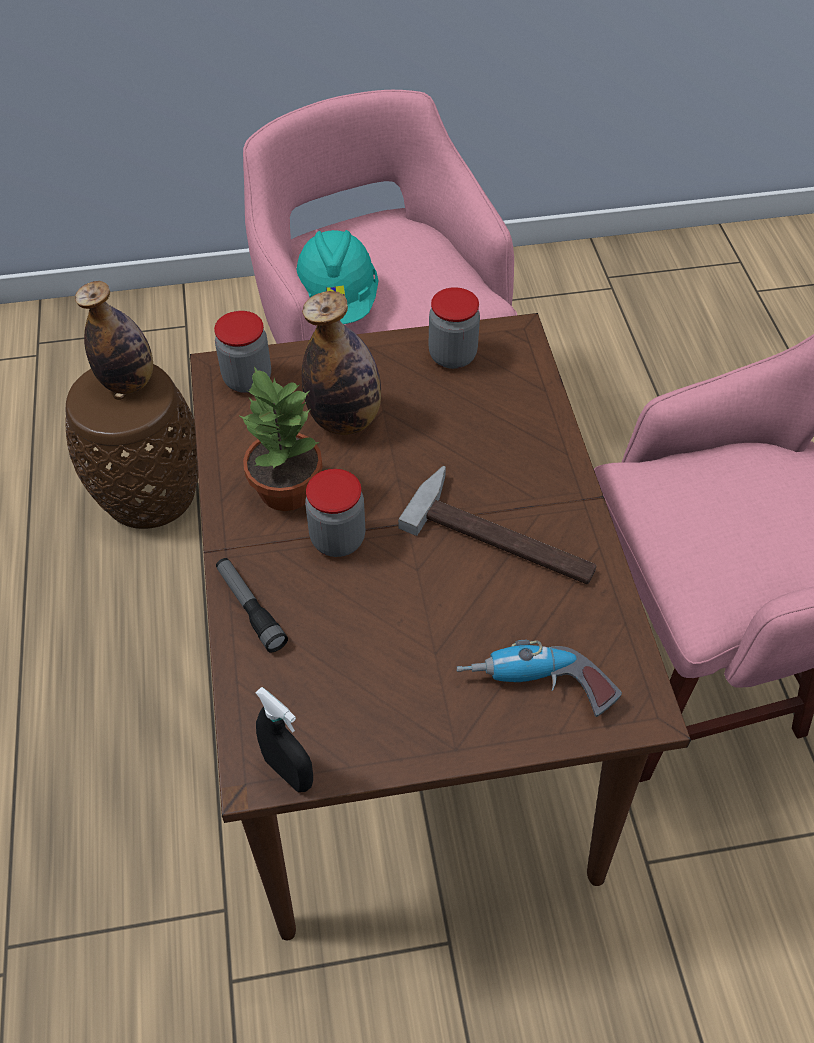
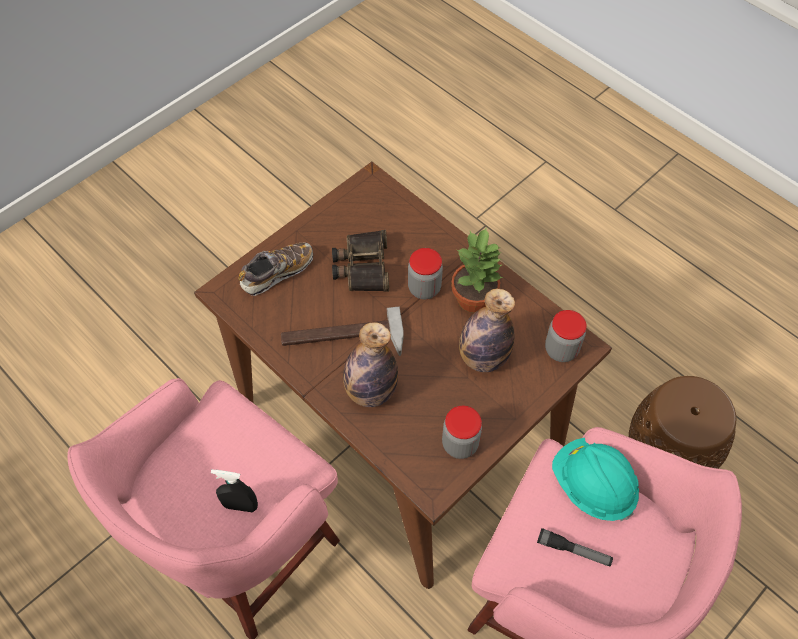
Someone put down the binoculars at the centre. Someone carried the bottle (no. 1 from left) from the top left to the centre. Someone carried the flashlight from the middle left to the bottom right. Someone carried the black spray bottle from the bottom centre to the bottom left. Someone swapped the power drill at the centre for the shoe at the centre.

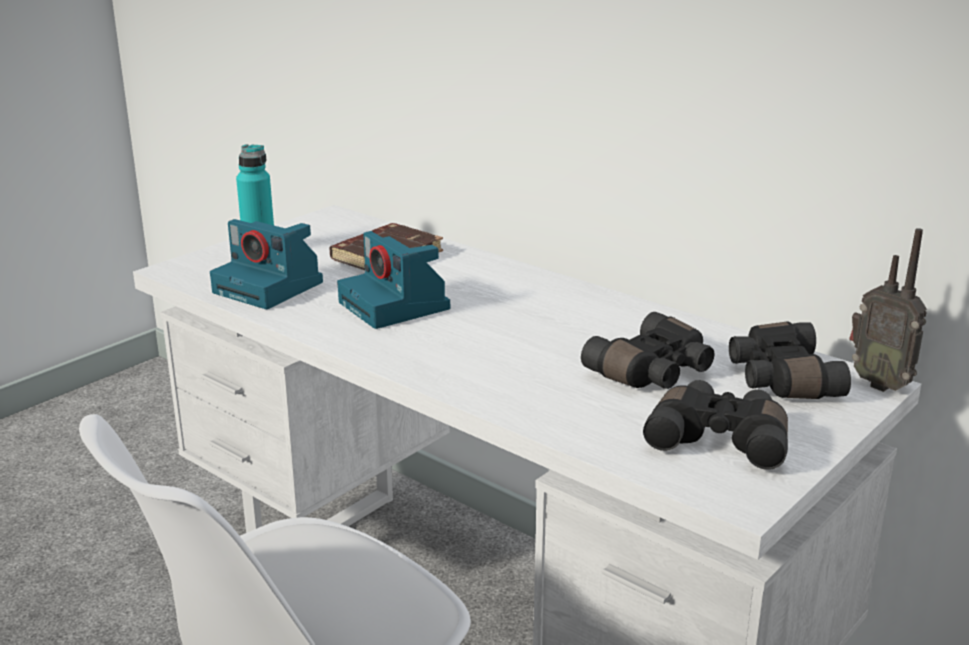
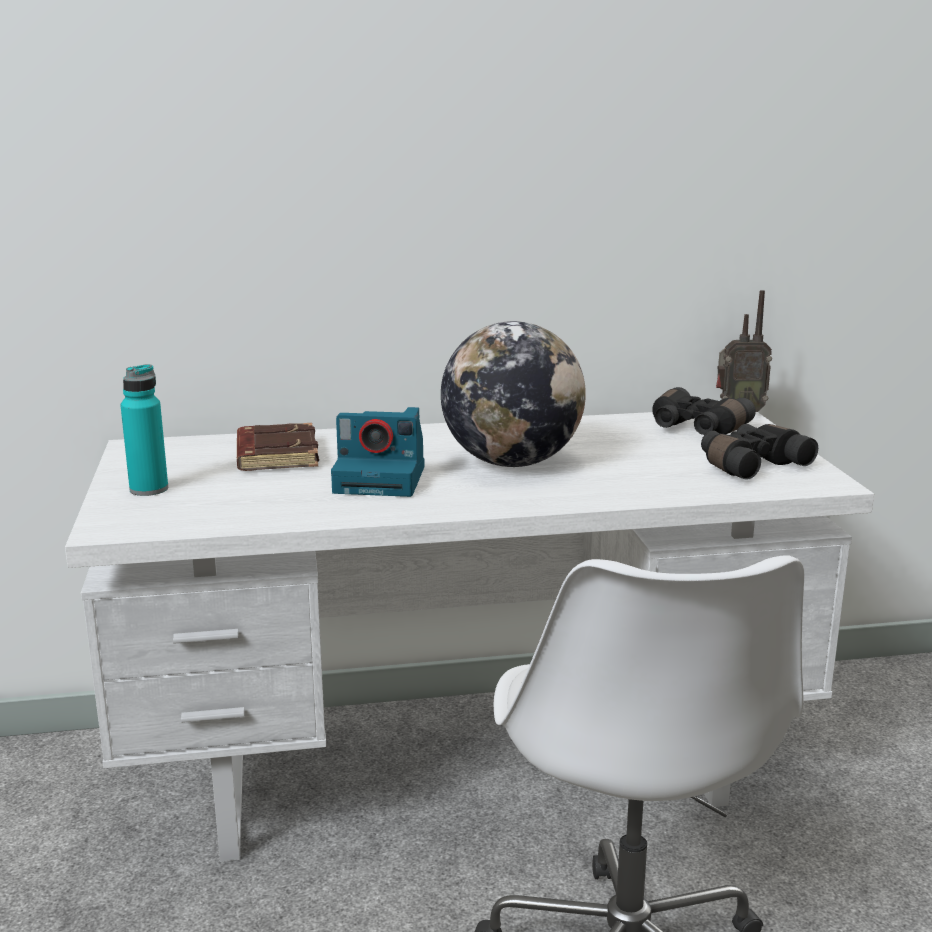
Someone took away the photo camera (no. 1 from left) at the middle left. Someone took away the black binoculars (no. 1 from left) at the middle right. Someone put down the globe at the centre.

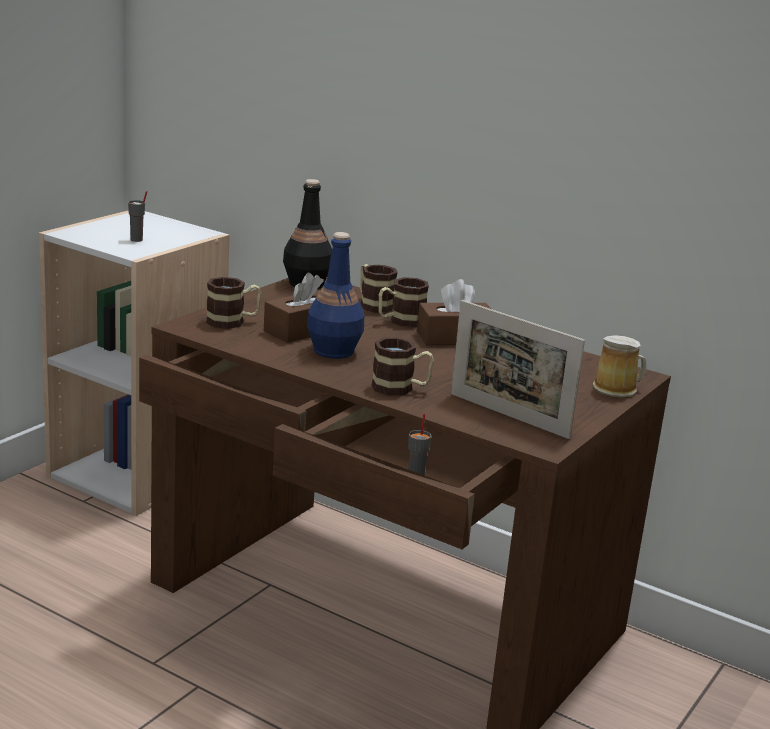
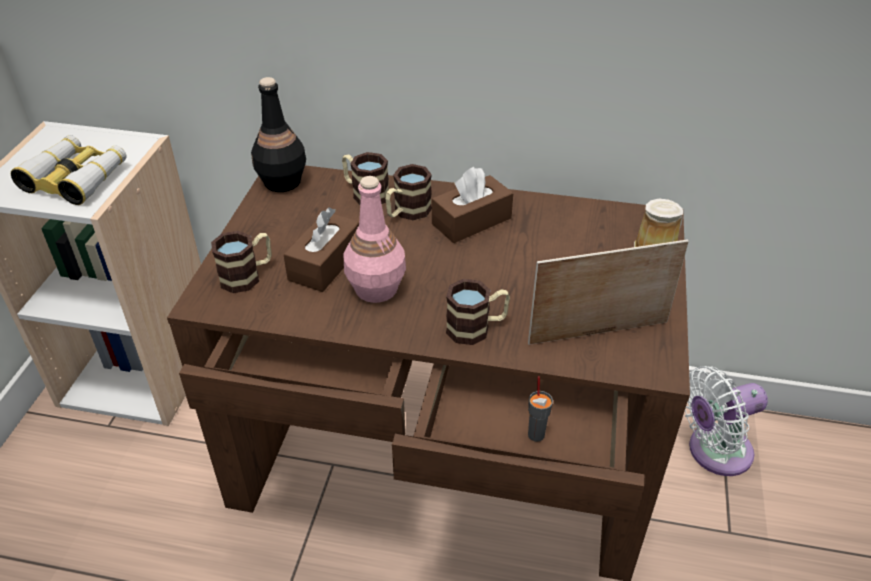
Someone put down the white fan at the bottom right. Someone swapped the grey cup (no. 1 from left) at the top left for the binoculars at the top left. Someone repainted the blue bottle at the centre, which became the pink bottle at the centre. Someone rotated the picture frame at the middle right by 150 degrees clockwise.

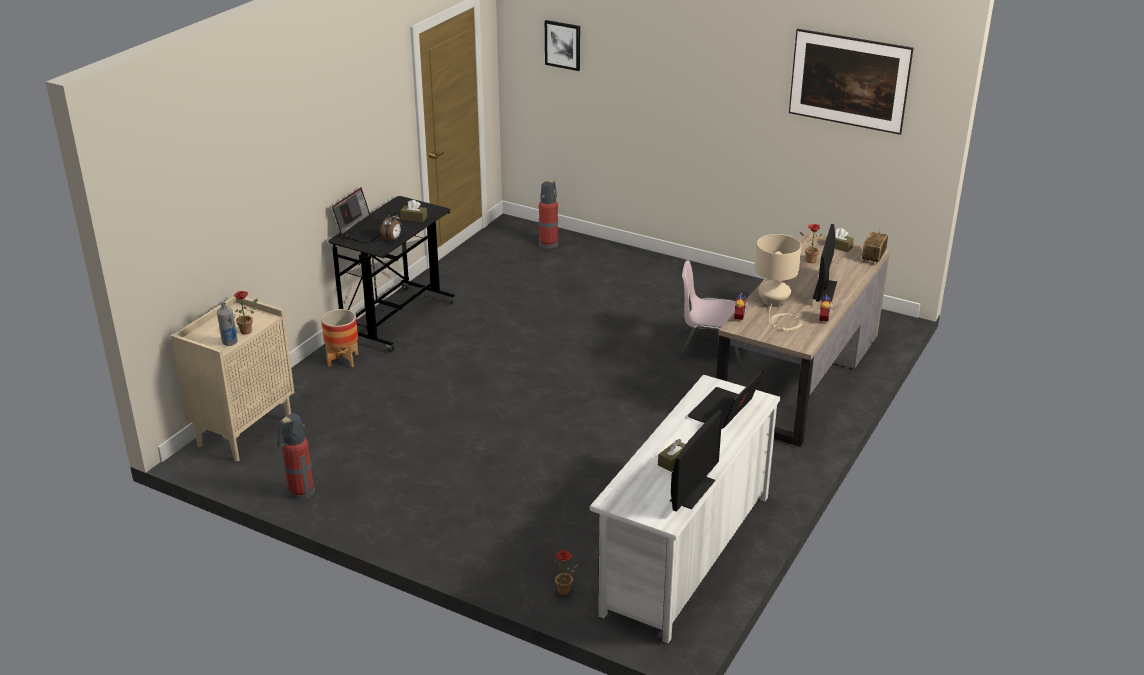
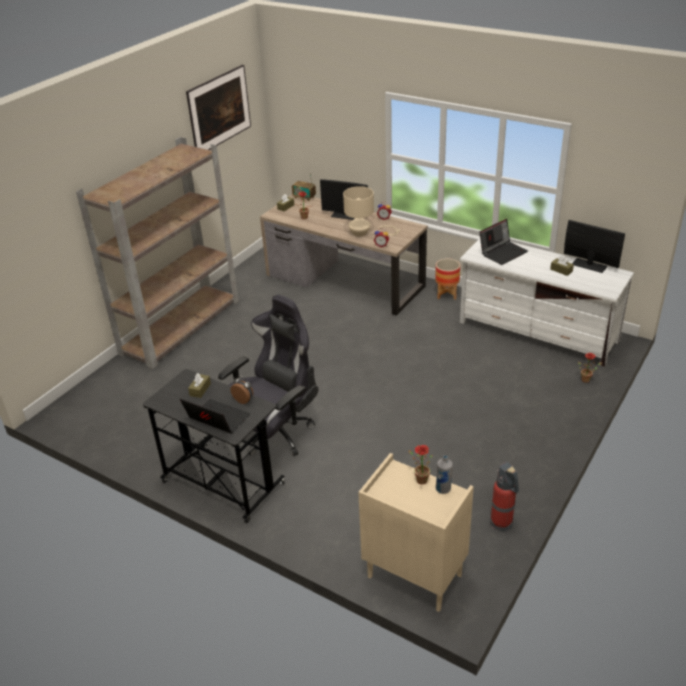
Someone took away the fire extinguisher (no. 2 from left) at the top centre. Someone took away the picture (no. 1 from left) at the top centre. Someone took away the pink chair at the centre. Someone put down the brown bookcase at the middle left. Someone put down the black office chair at the centre. Someone carried the planter from the middle left to the centre. Someone rotated the laptop (no. 2 from left) at the centre by 75 degrees counterclockwise.

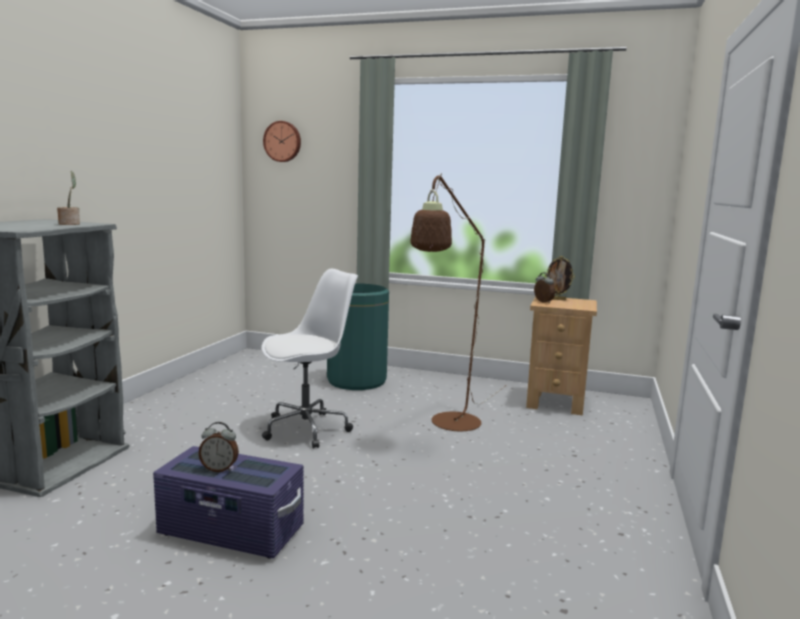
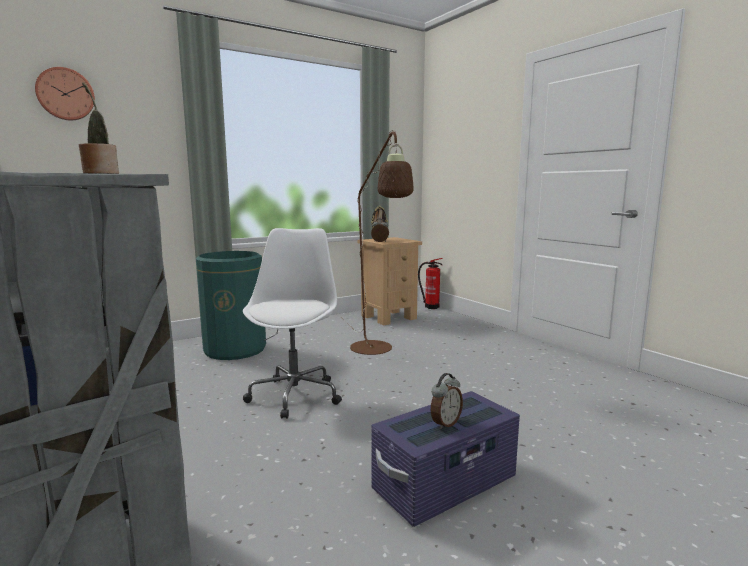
Someone put down the fire extinguisher at the centre.

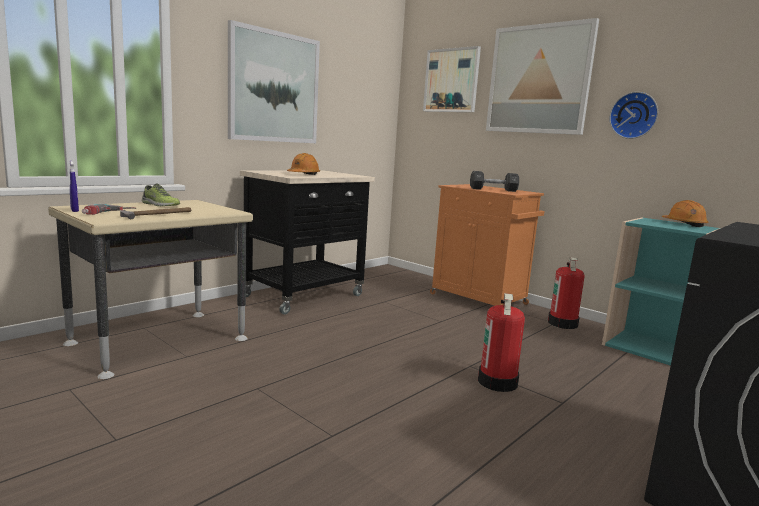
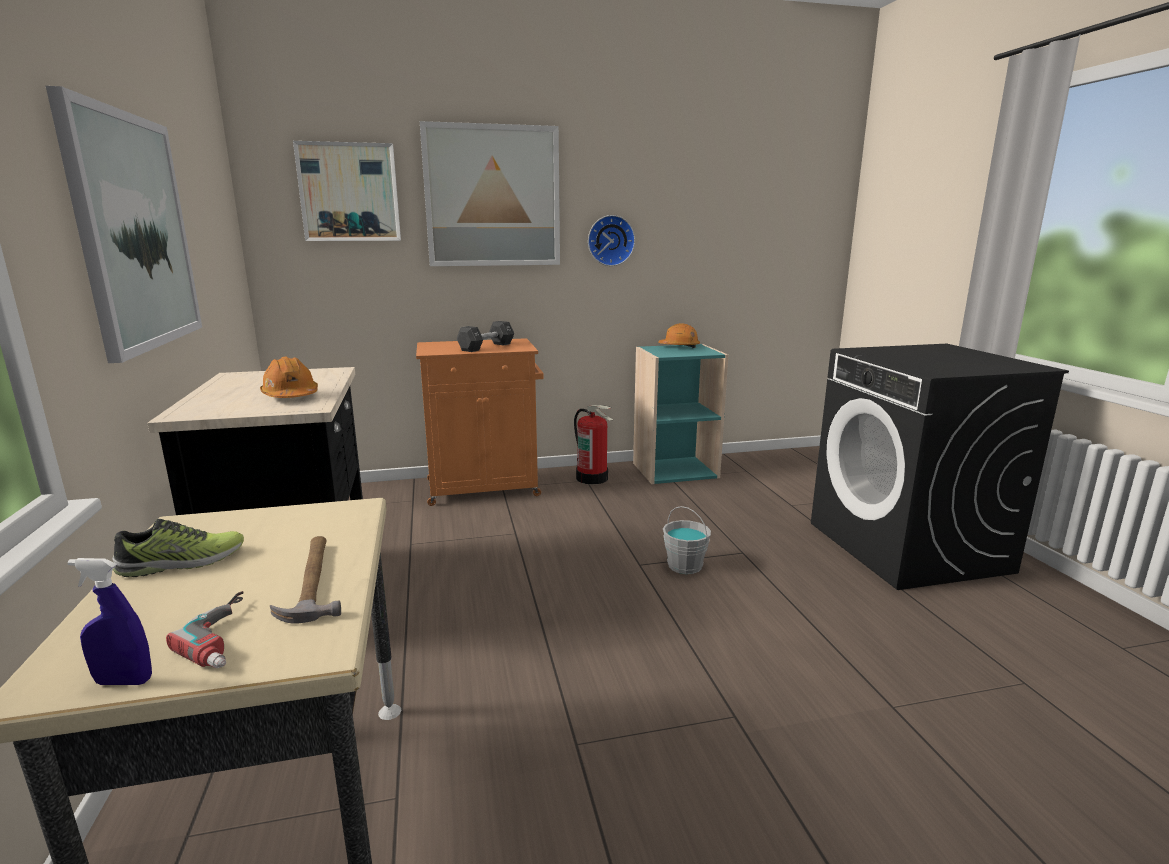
Someone swapped the fire extinguisher (no. 1 from left) at the bottom centre for the grey bucket at the centre.

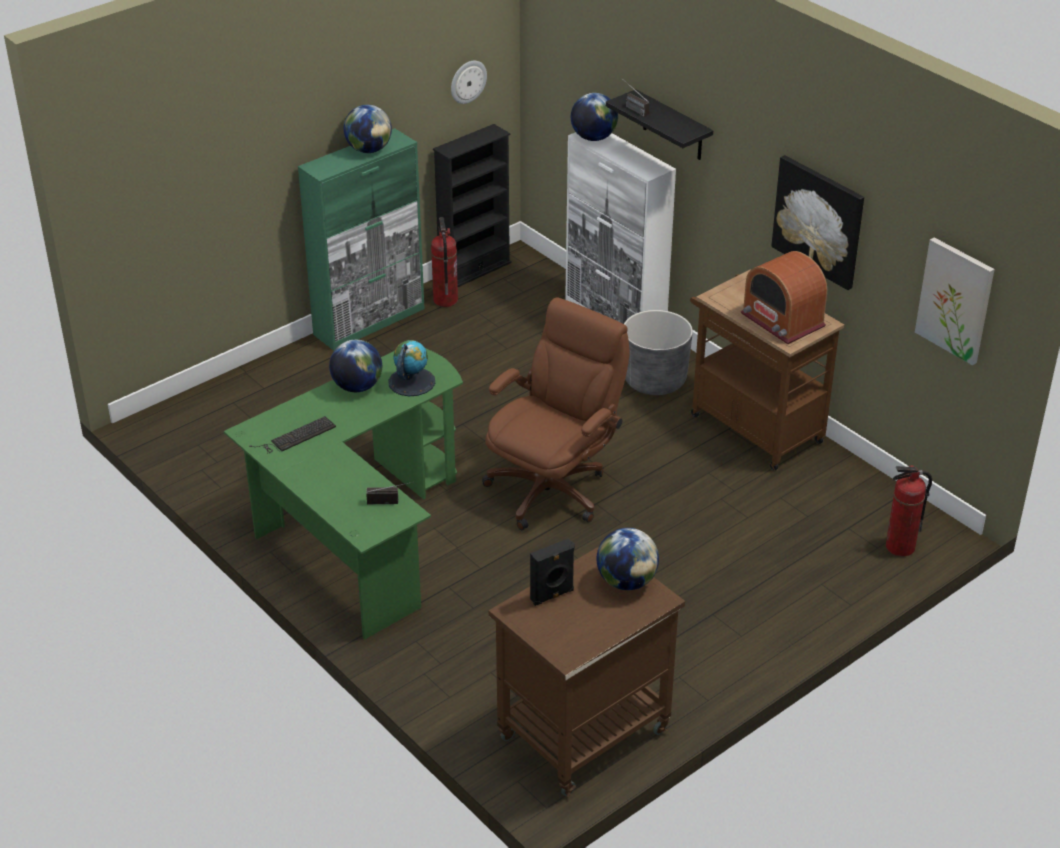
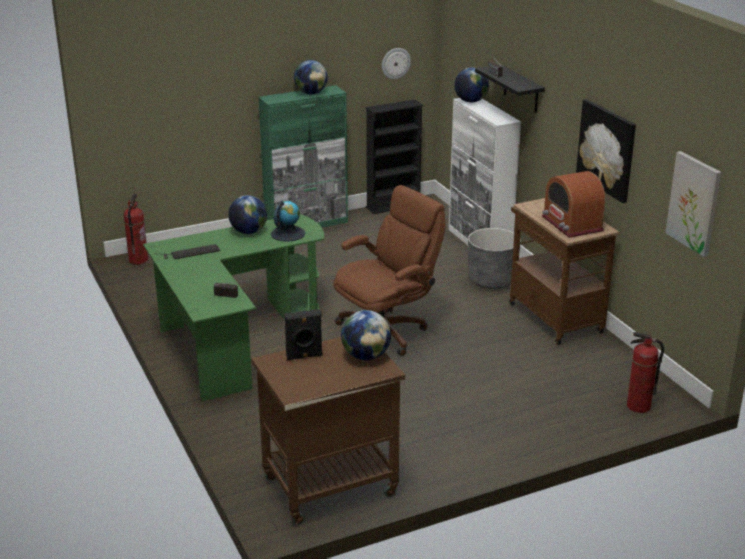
Someone carried the fire extinguisher (no. 1 from left) from the top centre to the middle left.

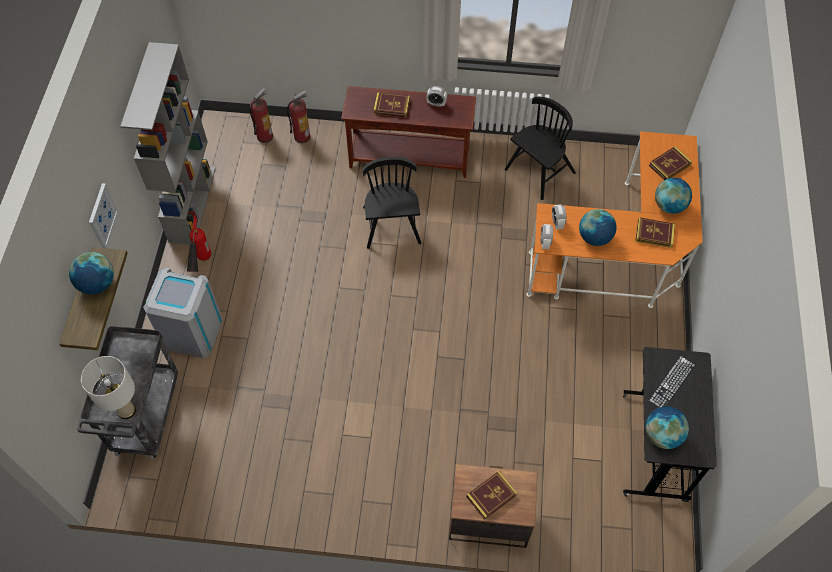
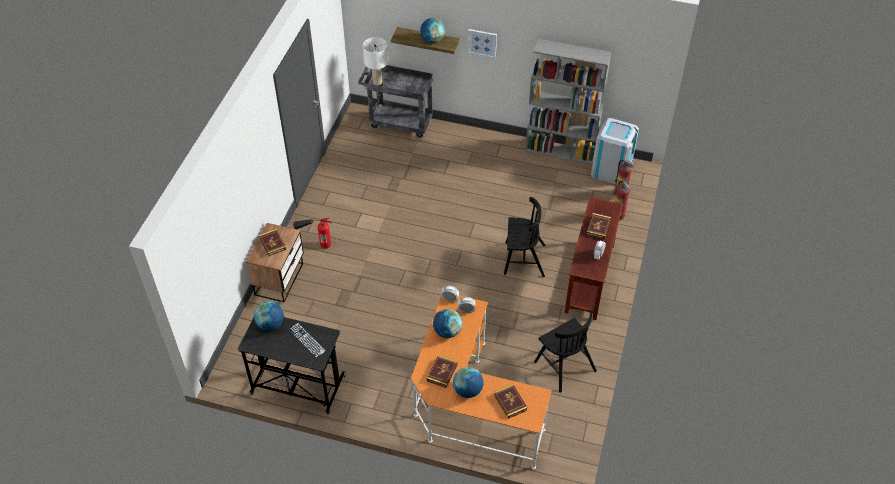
Someone carried the grey trash can from the middle left to the top right. Someone carried the fire extinguisher (no. 1 from left) from the middle left to the centre.

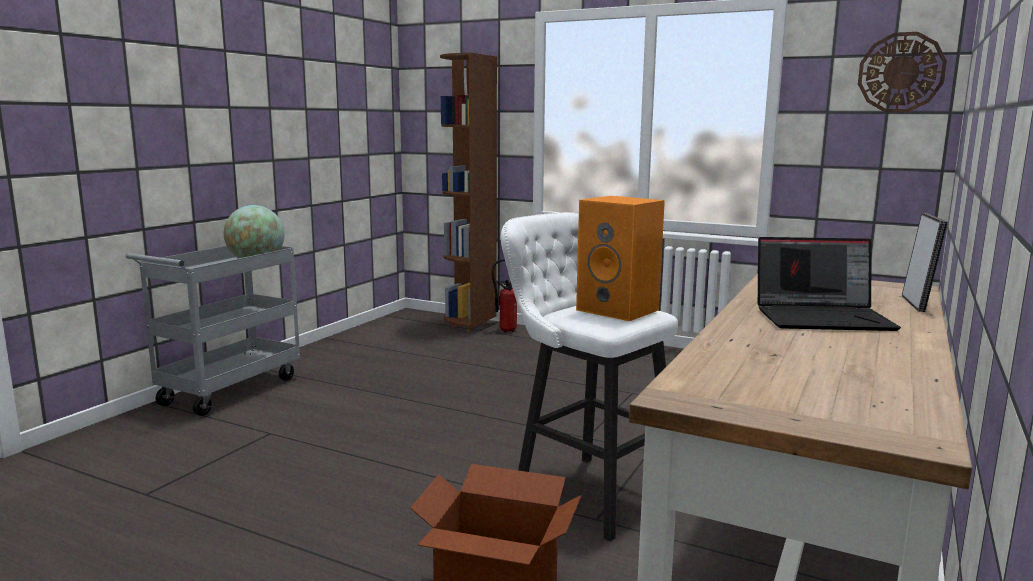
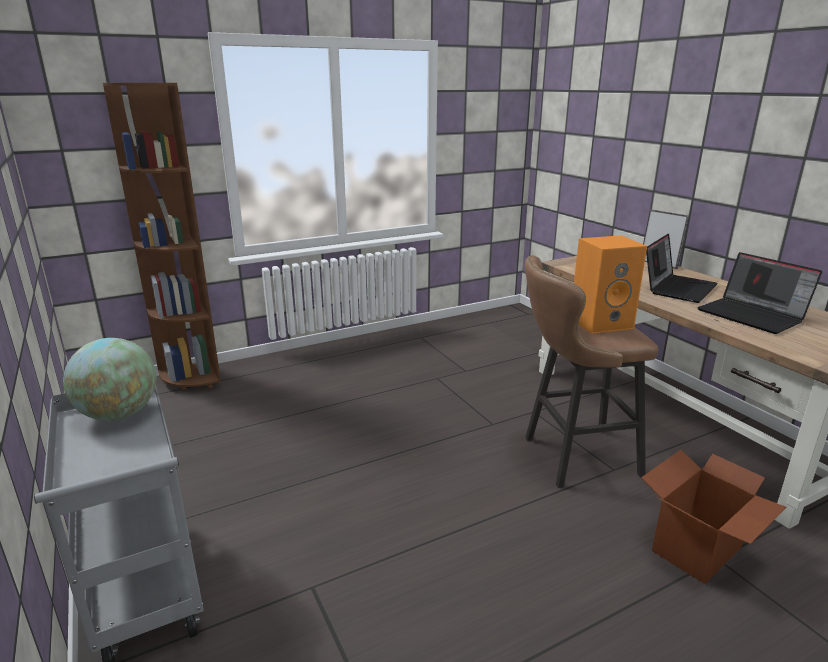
Someone took away the fire extinguisher at the centre. Someone took away the wall clock at the top right. Someone put down the laptop (no. 2 from left) at the middle right. Someone repainted the white stool at the centre, which became the brown stool at the middle right.

